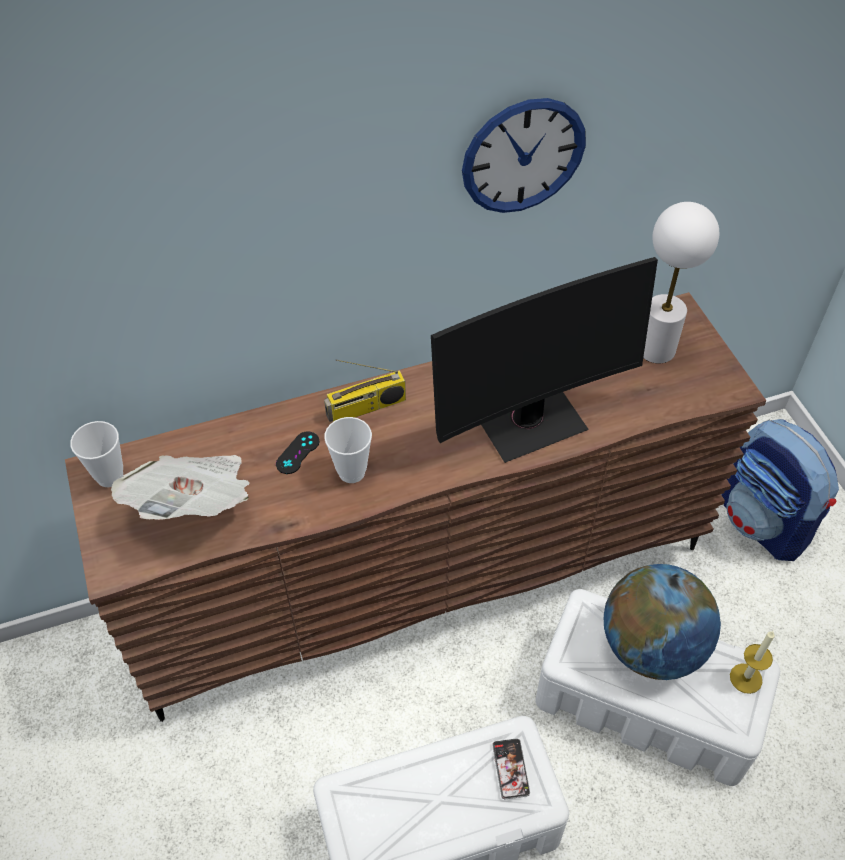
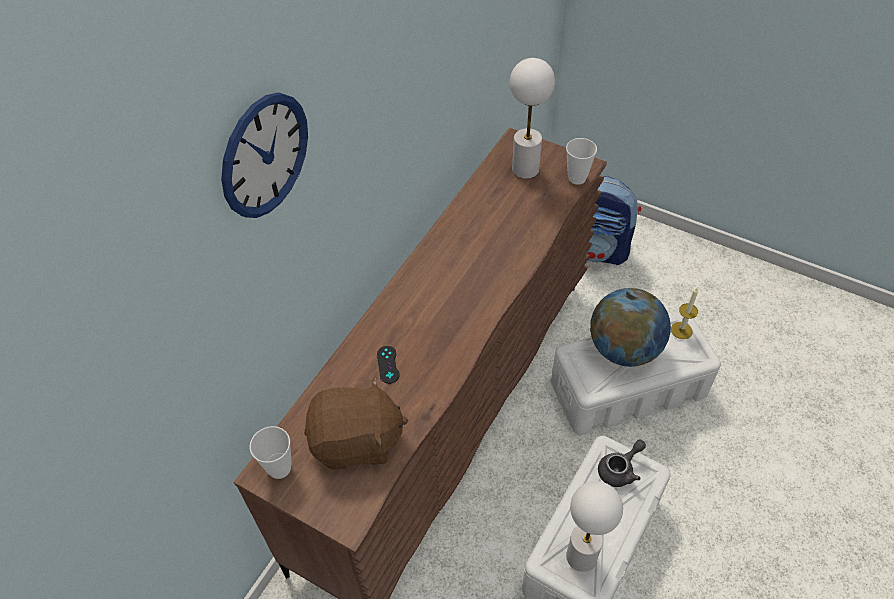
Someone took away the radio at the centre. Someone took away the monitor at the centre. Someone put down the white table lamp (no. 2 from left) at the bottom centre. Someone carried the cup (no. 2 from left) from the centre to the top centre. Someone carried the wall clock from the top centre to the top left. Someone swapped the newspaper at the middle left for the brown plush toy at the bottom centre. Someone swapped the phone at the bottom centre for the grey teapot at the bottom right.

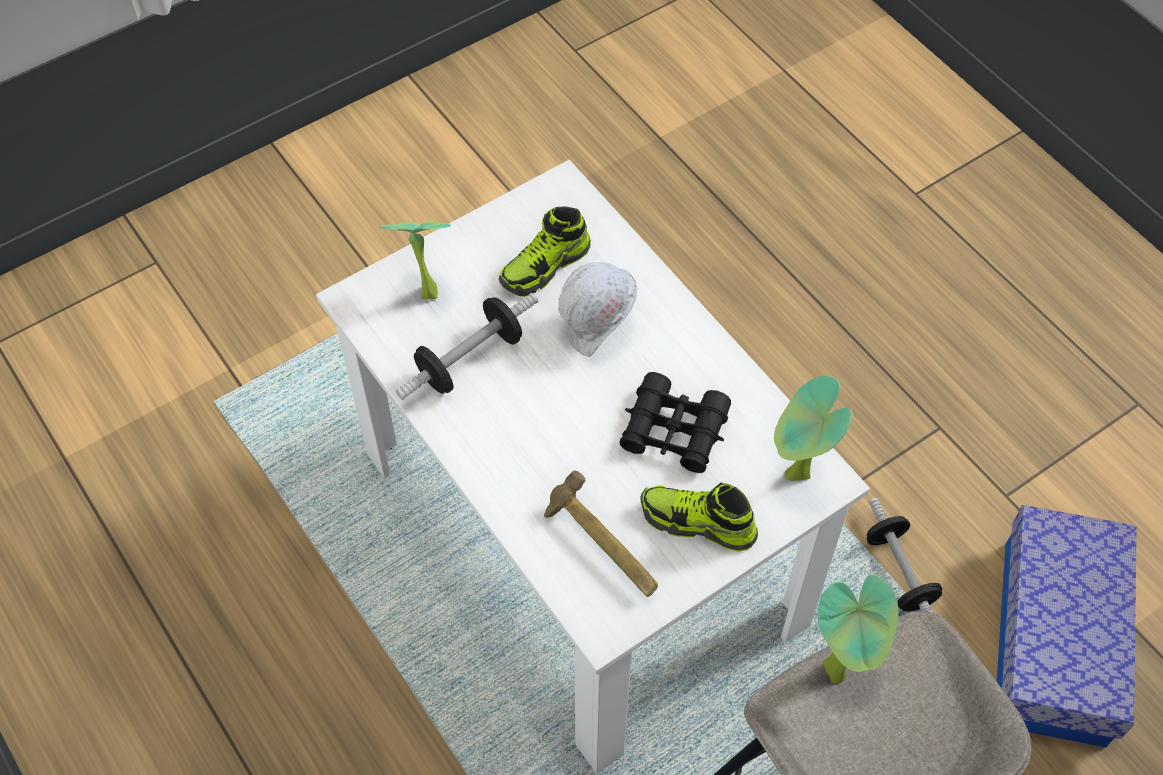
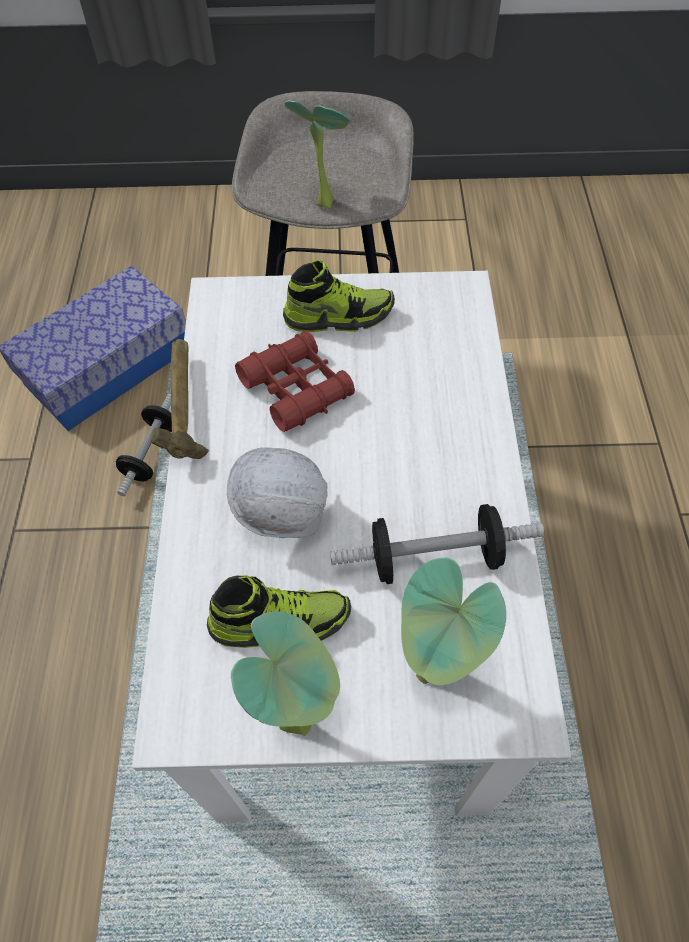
Someone carried the hammer from the bottom centre to the middle left. Someone carried the potted plant (no. 2 from left in the first image) from the middle right to the bottom centre. Someone repainted the black binoculars at the centre, which became the red binoculars at the centre. Someone rotated the shoe (no. 2 from left) at the bottom centre by 60 degrees counterclockwise.

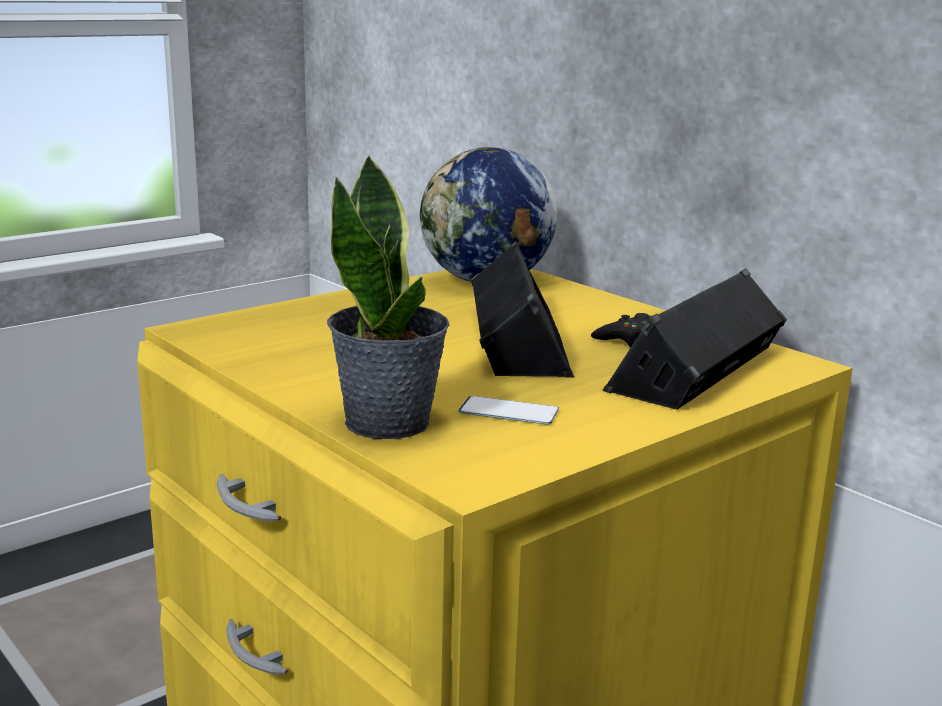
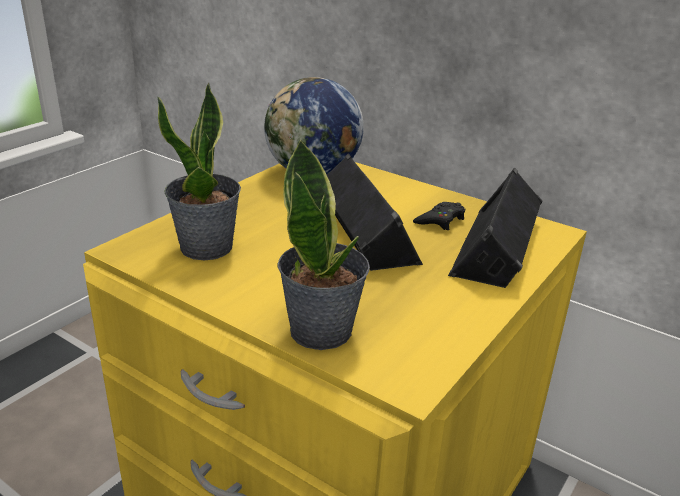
Someone took away the phone at the centre. Someone put down the potted plant (no. 1 from left) at the middle left.

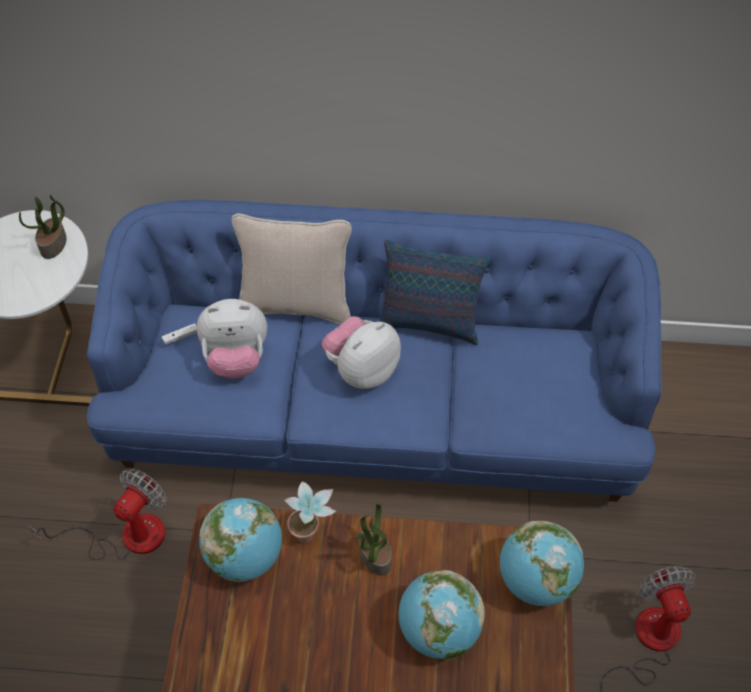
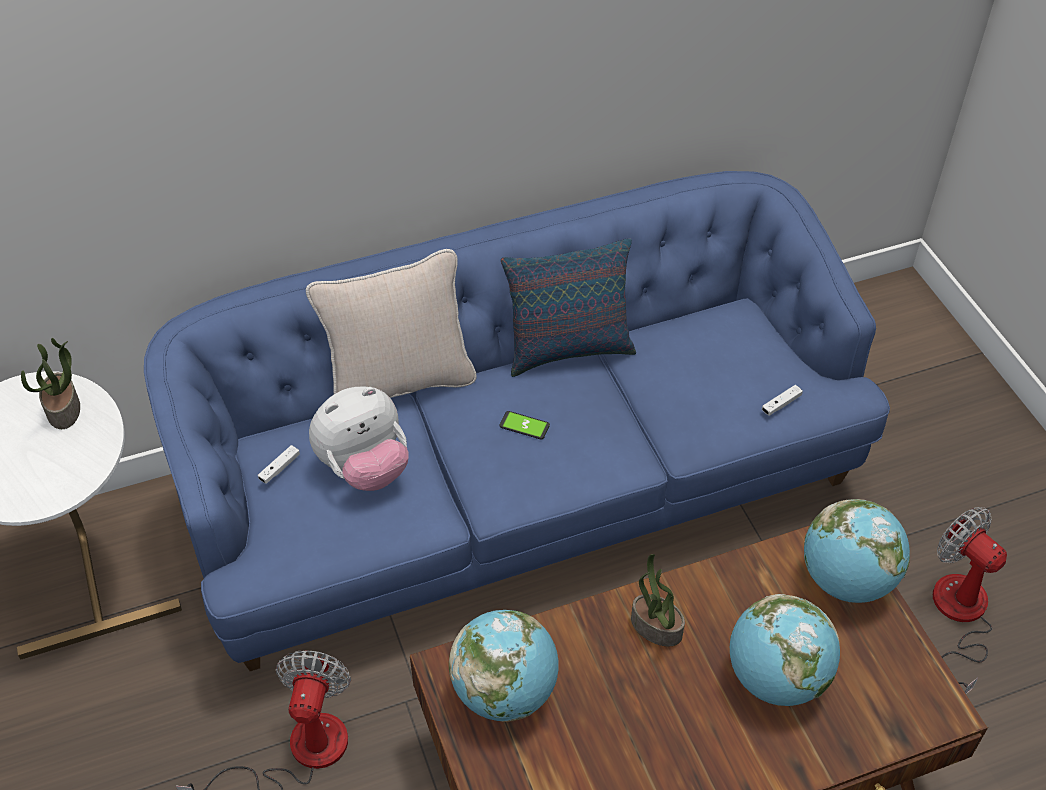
Someone took away the potted plant (no. 2 from left) at the bottom centre. Someone put down the white game controller (no. 2 from left) at the middle right. Someone swapped the plush toy (no. 2 from left) at the centre for the phone at the centre.

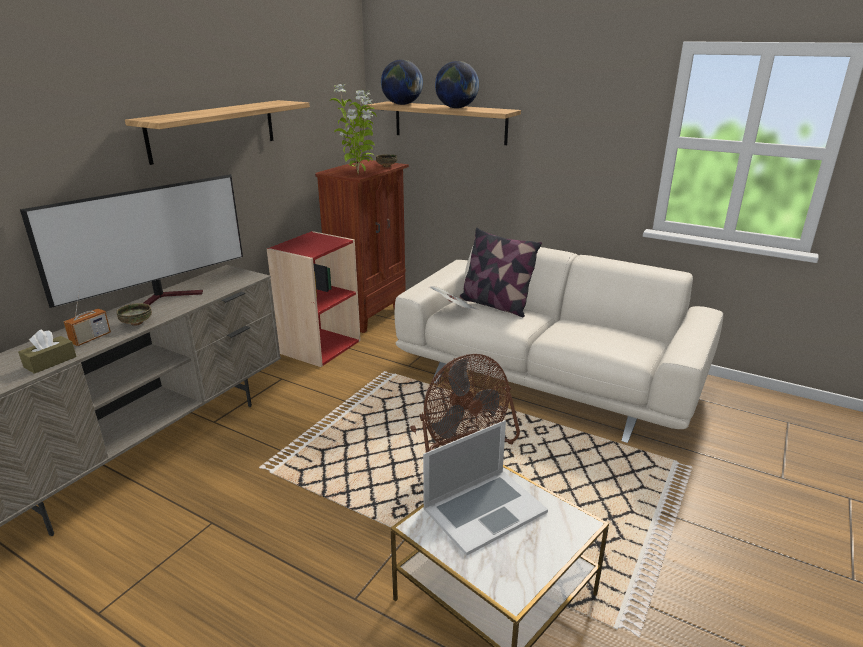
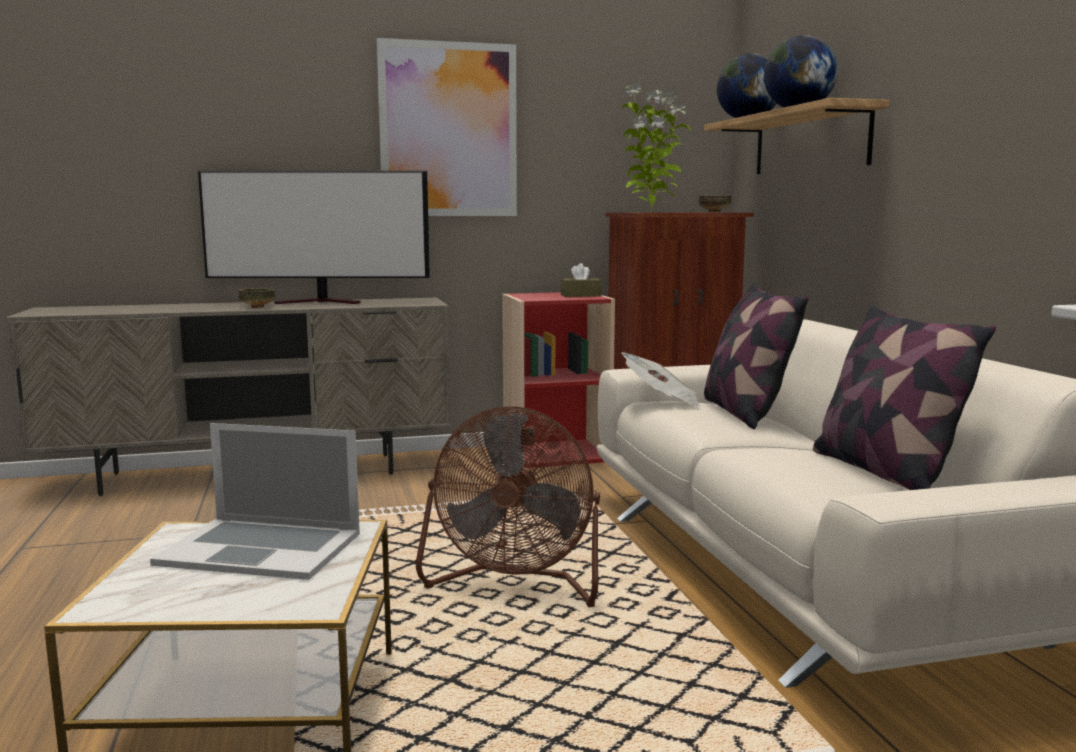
Someone took away the radio at the middle left. Someone put down the pillow (no. 2 from left) at the middle right. Someone carried the brown tissue box from the middle left to the centre. Someone swapped the shelf (no. 1 from left) at the top left for the picture at the top centre.

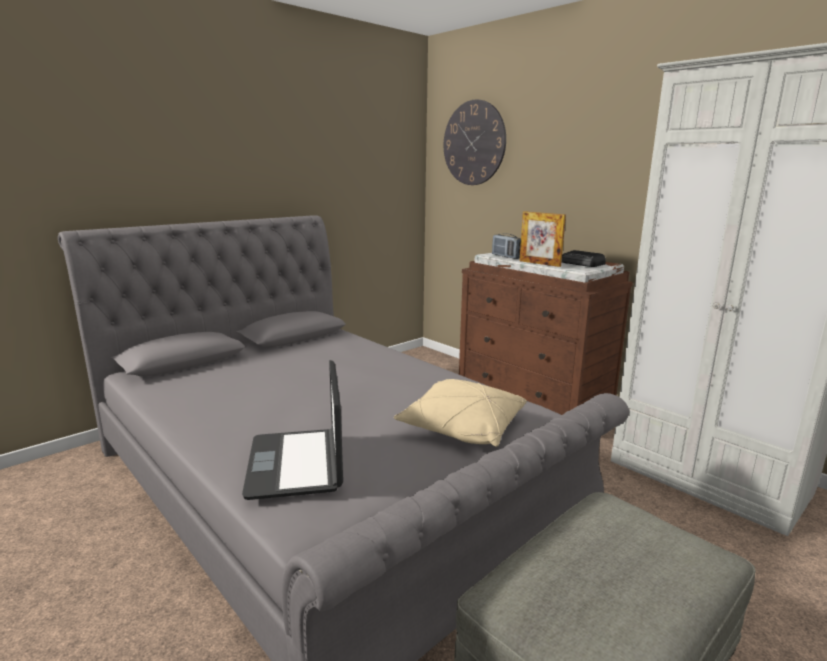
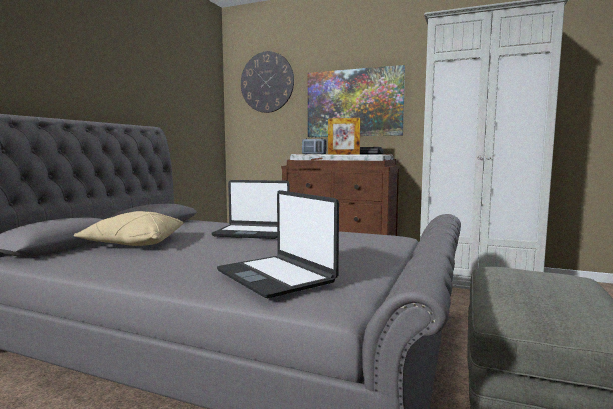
Someone put down the laptop (no. 1 from left) at the centre. Someone put up the picture at the top centre. Someone carried the beige pillow from the centre to the middle left.

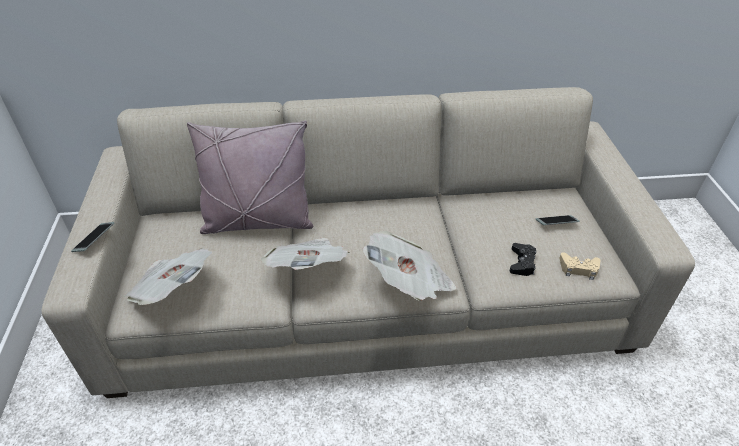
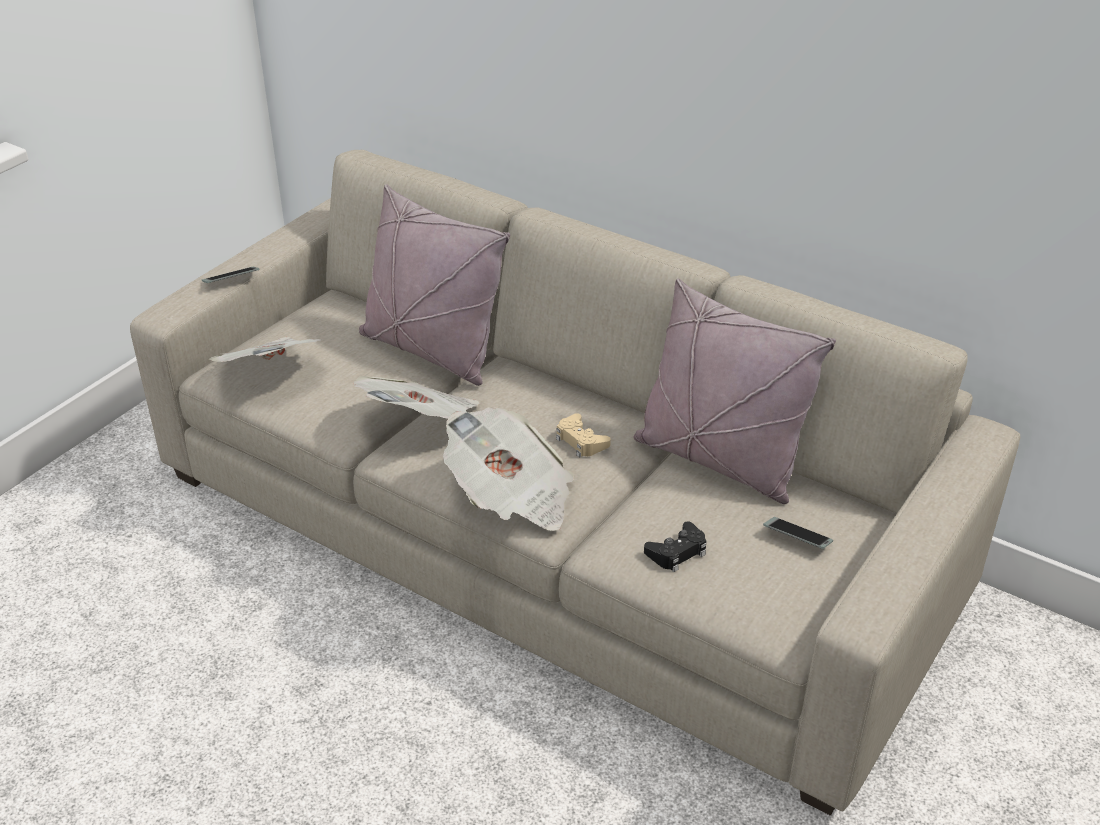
Someone put down the purple pillow (no. 2 from left) at the middle right. Someone carried the beige game controller from the middle right to the centre.

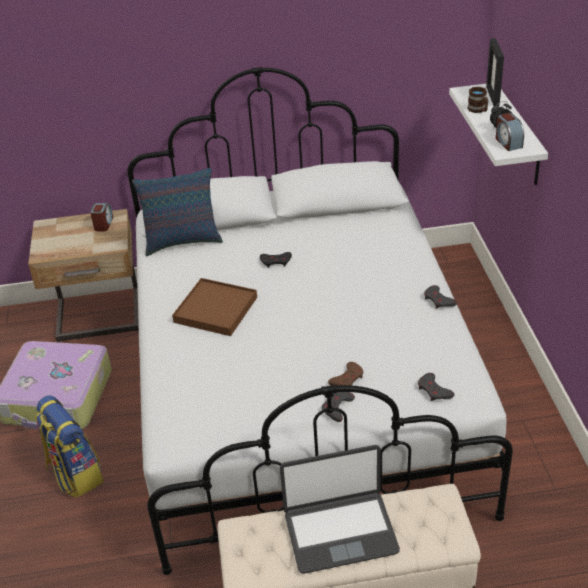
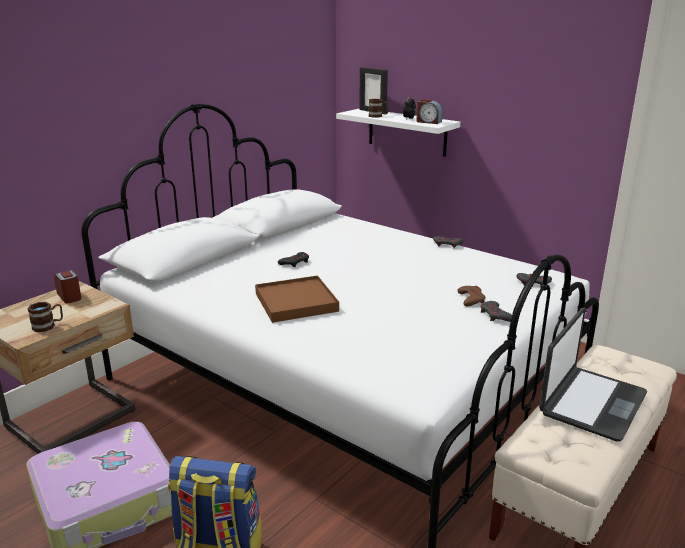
Someone took away the blue pillow at the middle left. Someone put down the brown mug (no. 1 from left) at the middle left.

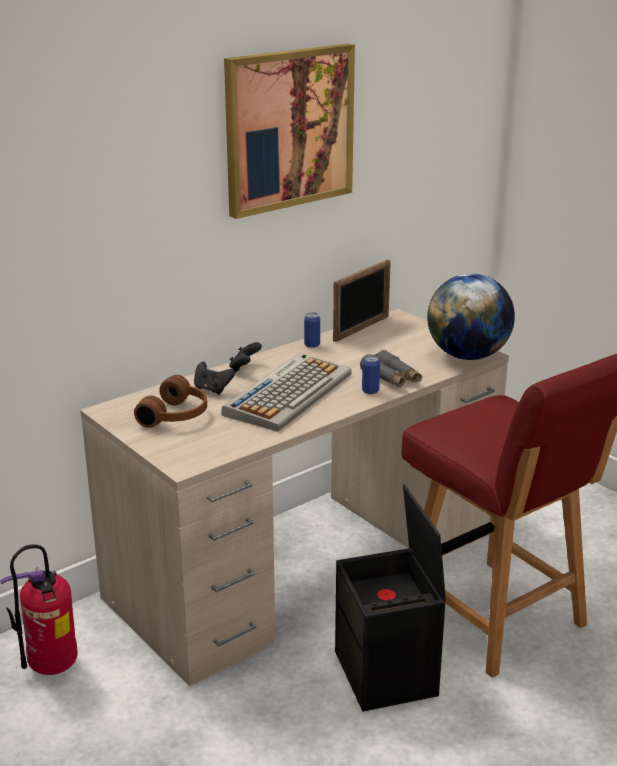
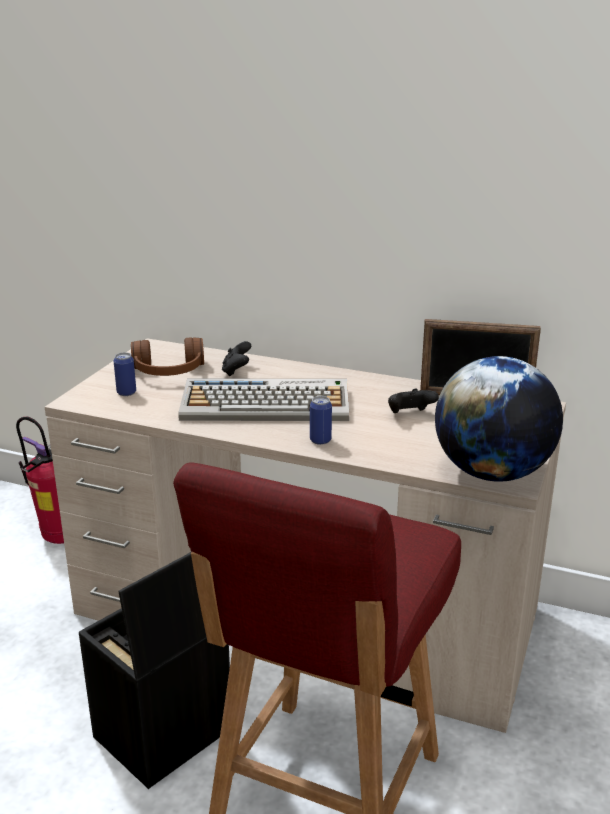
Someone took away the picture at the top centre. Someone took away the grey binoculars at the centre. Someone carried the black game controller (no. 2 from left) from the centre to the middle right. Someone carried the can (no. 1 from left) from the centre to the middle left.

